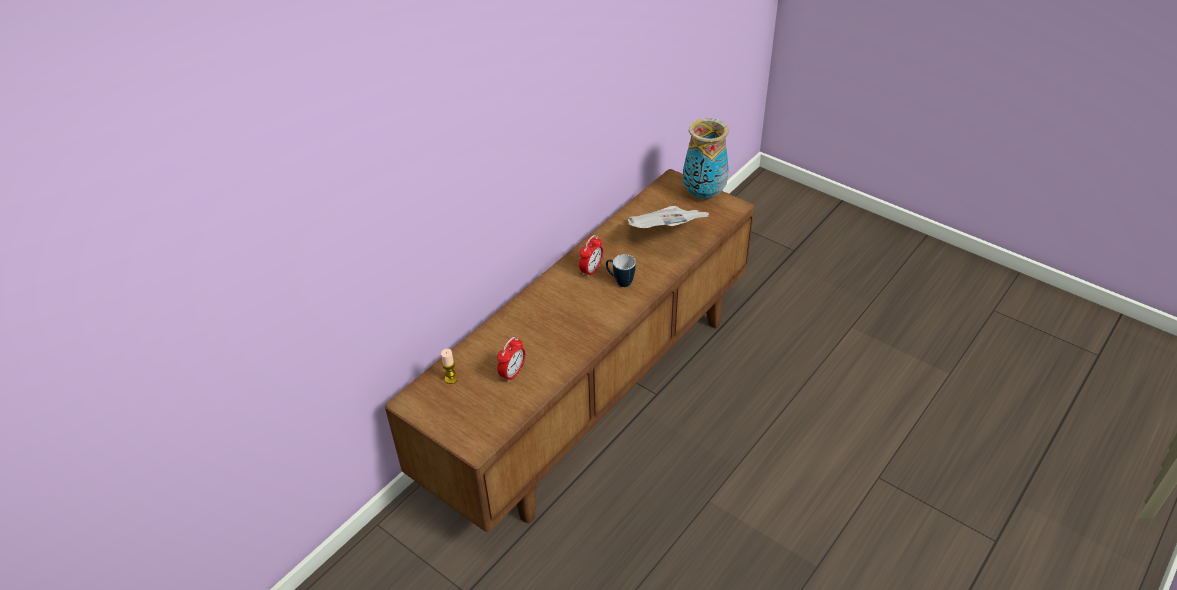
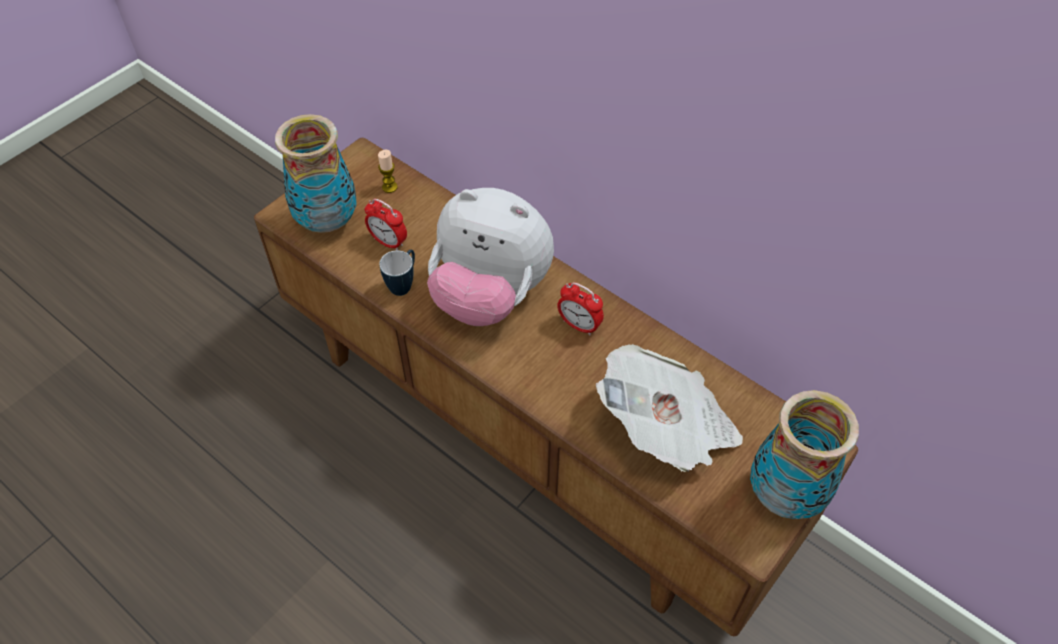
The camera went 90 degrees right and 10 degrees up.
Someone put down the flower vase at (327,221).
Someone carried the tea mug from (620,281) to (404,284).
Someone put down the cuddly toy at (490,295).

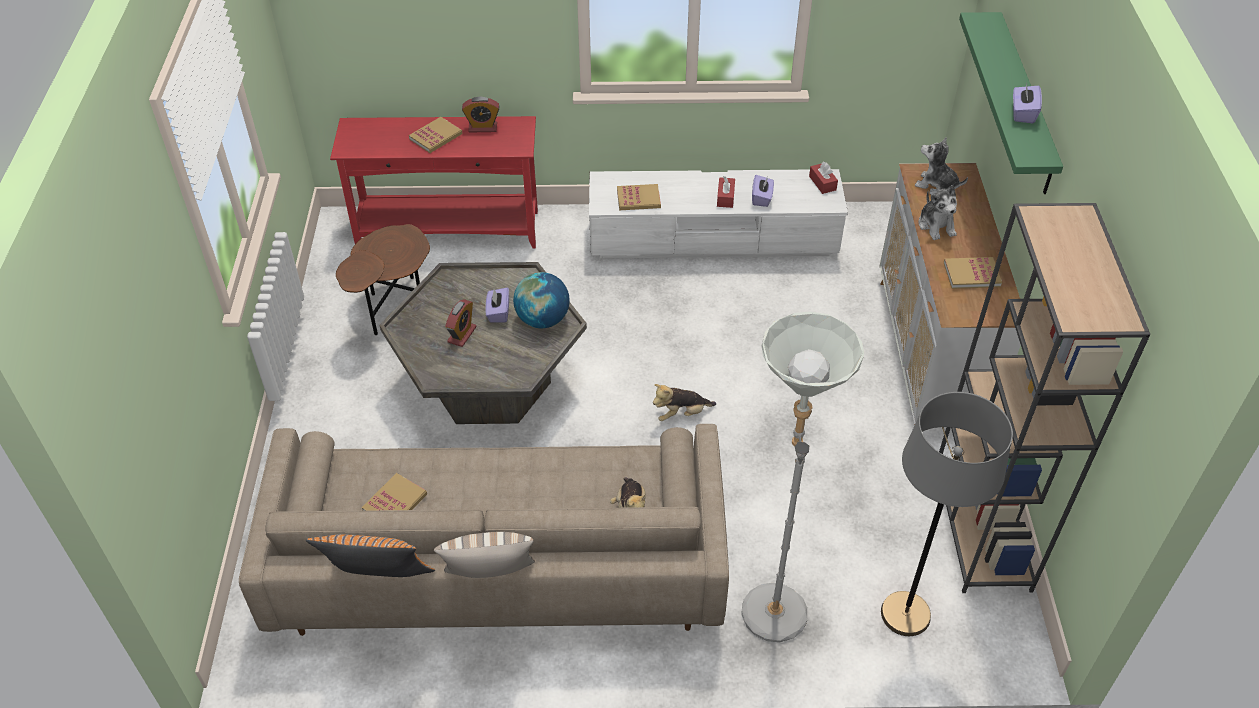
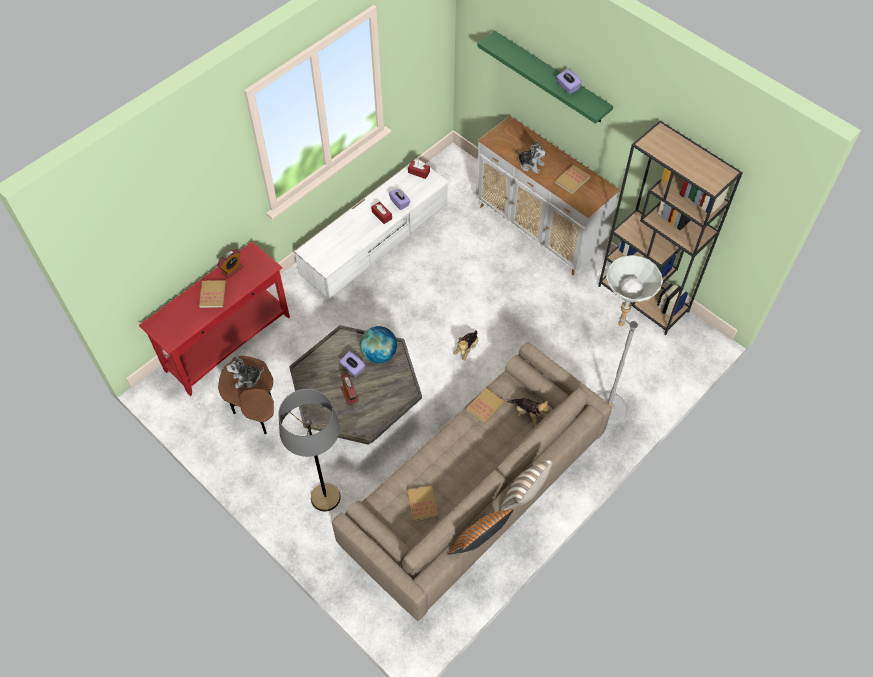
The camera went 45 degrees left and 10 degrees up.
Someone carried the cuddly toy from (936,185) to (247,379).
Someone carried the gray standard lamp from (905,614) to (325,497).
Someone carried the volume from (638,199) to (485,406).

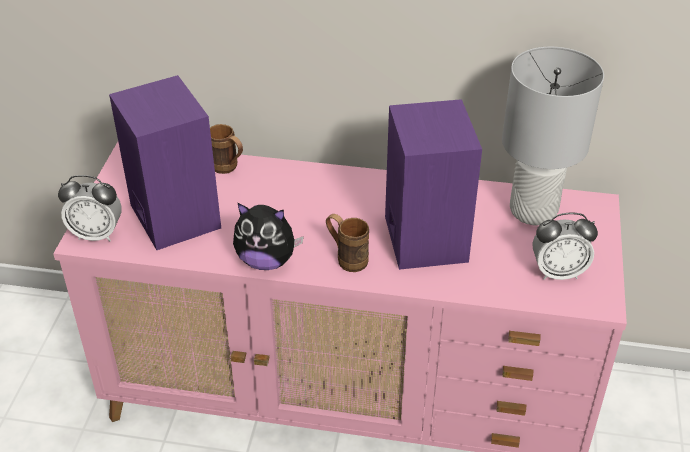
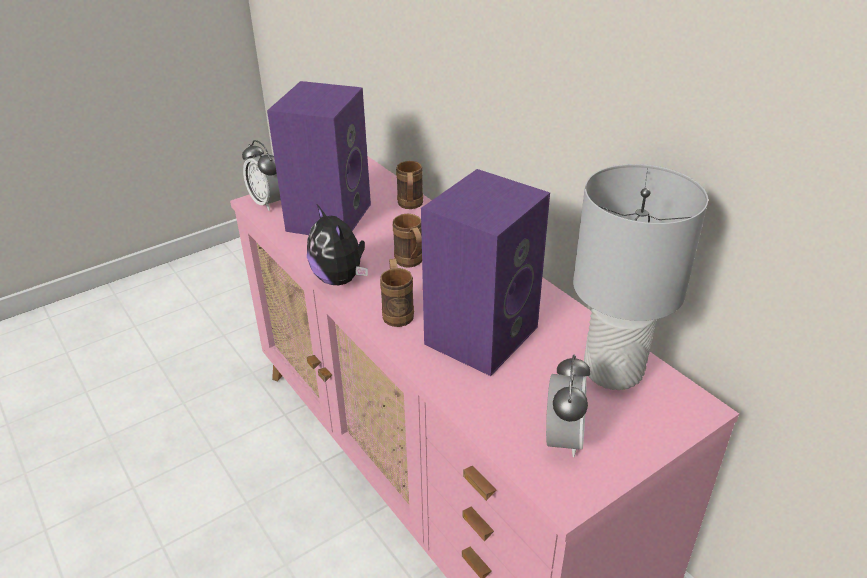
The camera went 45 degrees right and 5 degrees down.
Someone put down the brownish tea mug at (411,263).
Someone rotated the bedside clock at (558,272) by 120 degrees counterclockwise.

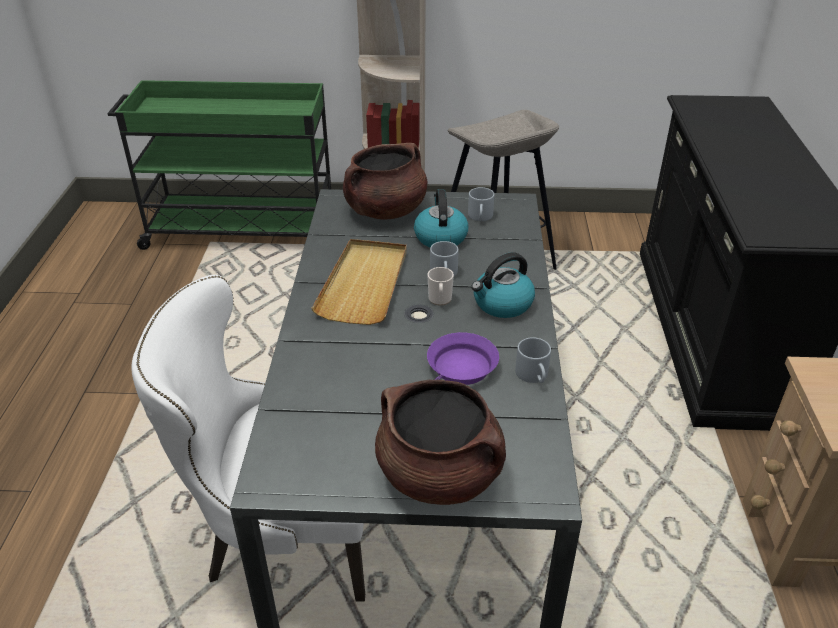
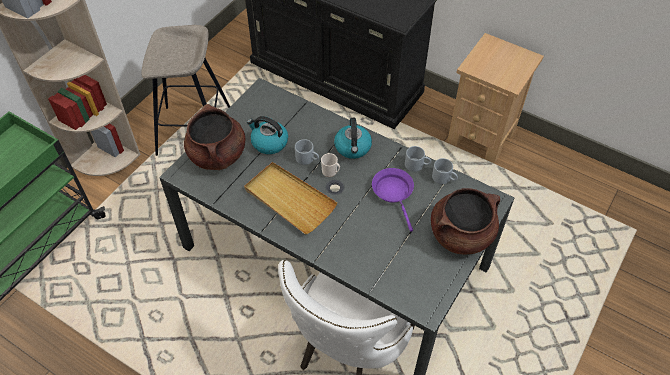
The camera went 60 degrees left and 15 degrees up.
Someone carried the gray tea mug from (480,217) to (444,178).

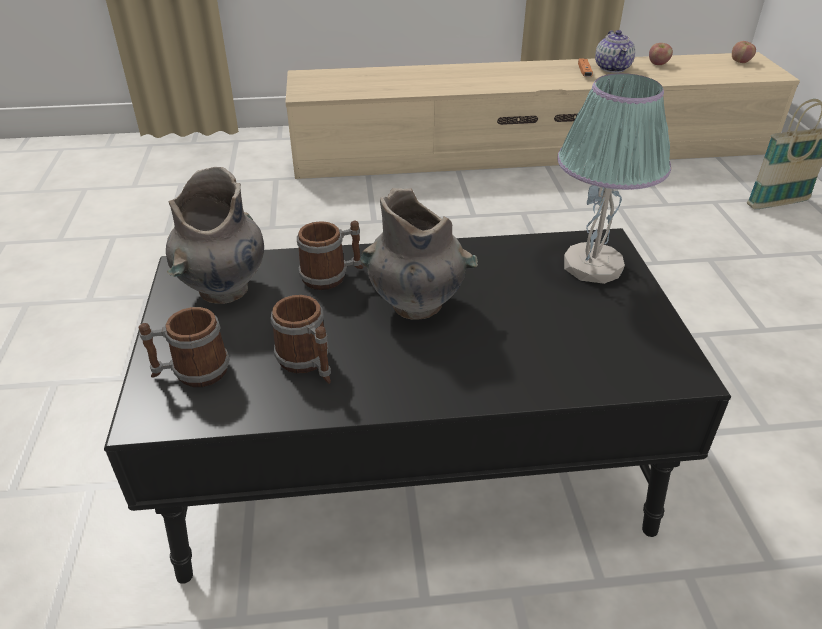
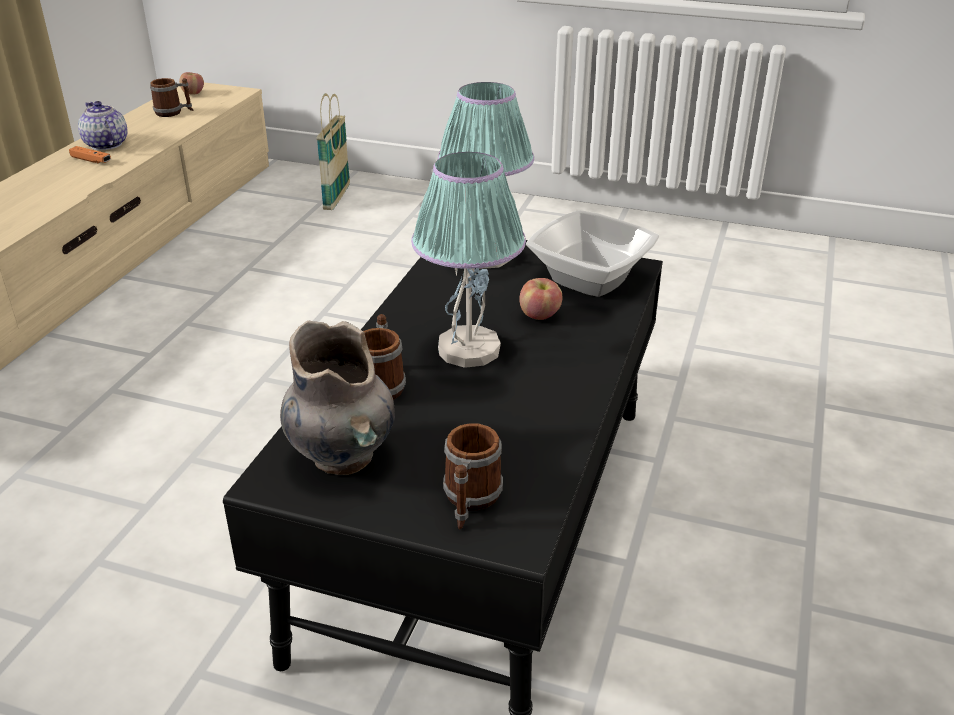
The camera went 65 degrees left and 5 degrees down.
Someone rotated the tea pot at (612,68) by 150 degrees counterclockwise.
Someone carried the tea mug from (308,363) to (174,112).
Someone swapped the gray flower vase at (418,305) for the lamp for a table at (469,349).
Someone carried the apple from (658,64) to (540,315).
Someone put down the bowl at (590,277).

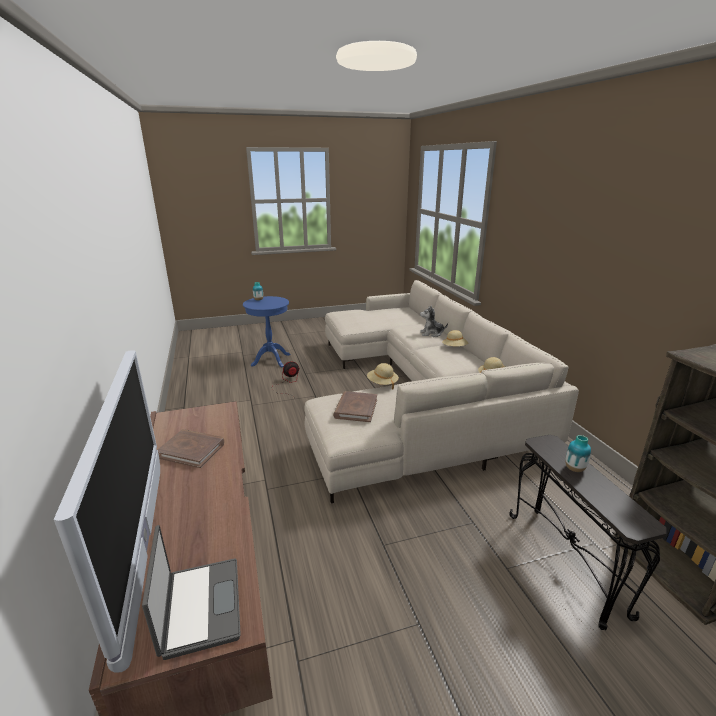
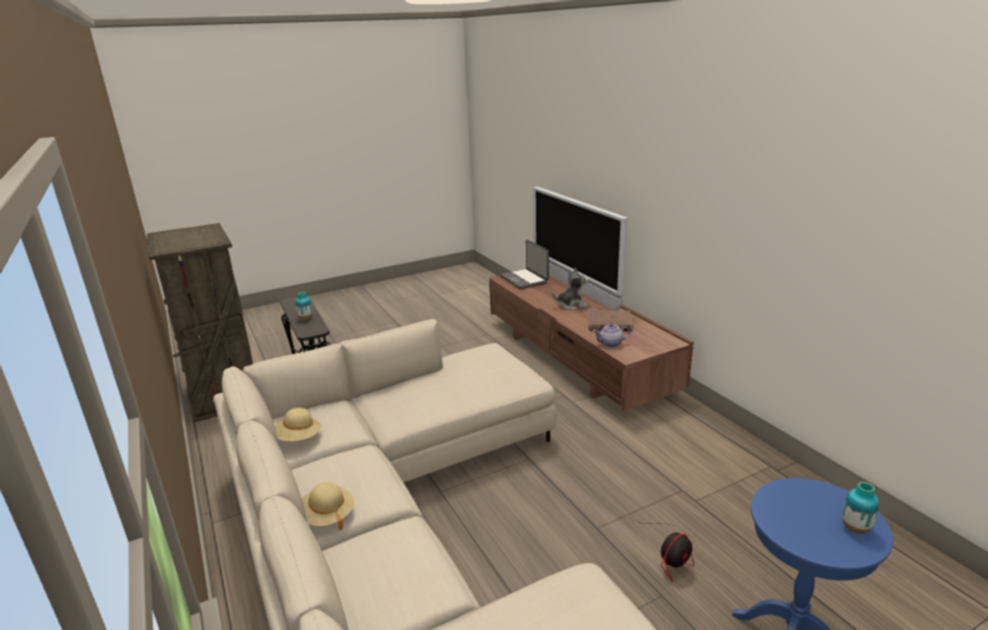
The camera went 170 degrees right and 0 degrees up.
Someone carried the cuddly toy from (431,333) to (571,305).
Someone put down the tea pot at (610,344).
Someone took away the brownish volume at (355,409).
Someone took away the beige clothing hat at (382,383).

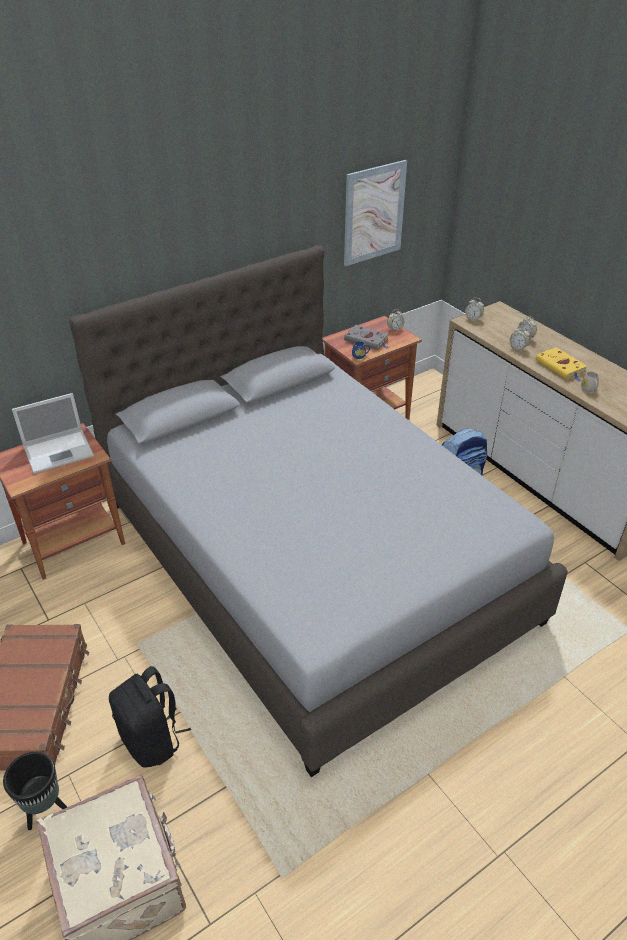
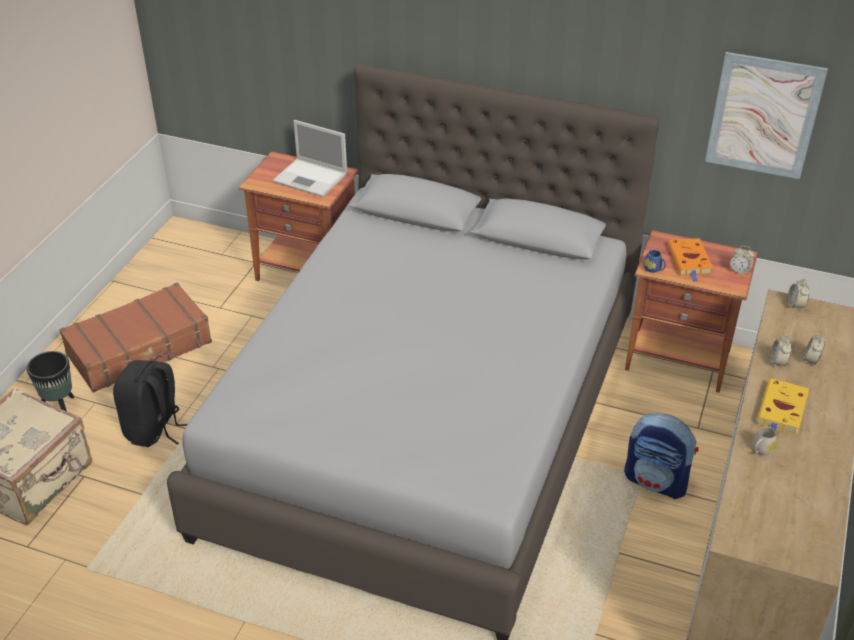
The camera went 55 degrees right and 0 degrees up.
Someone repainted the gray volume at (367,340), which became the orange volume at (690,261).

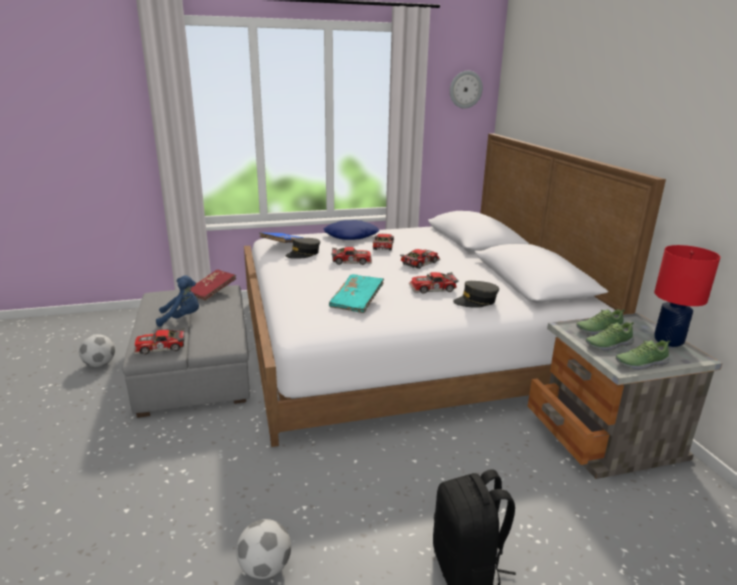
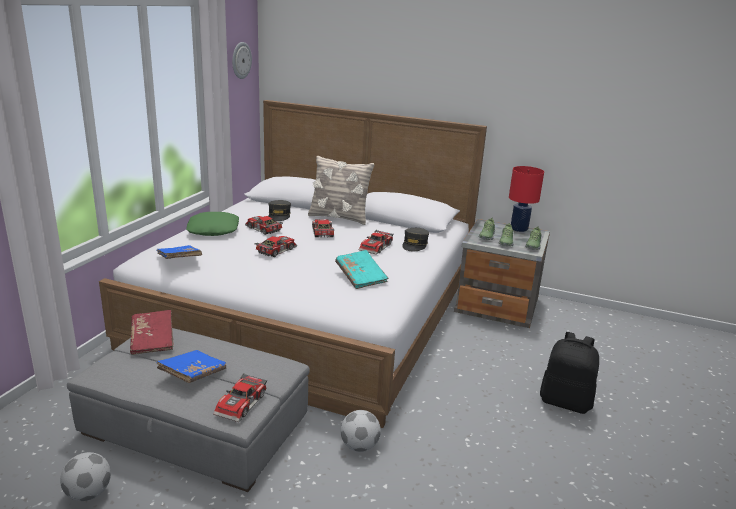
The camera went 55 degrees left and 0 degrees up.
Someone swapped the blue-coloured cuddly toy at (182,318) for the blue-coloured volume at (193,374).
Someone repainted the blue-coloured cushion at (351,236), which became the green cushion at (213,230).
Someone carried the gray peaked cap from (303,254) to (279,215).
Someone put down the beige cushion at (339,218).
Someone carried the football from (265,567) to (359,446).

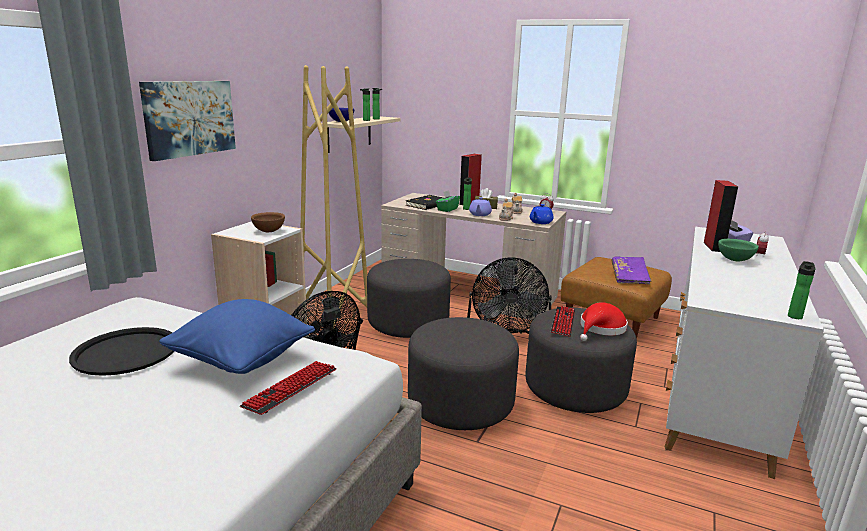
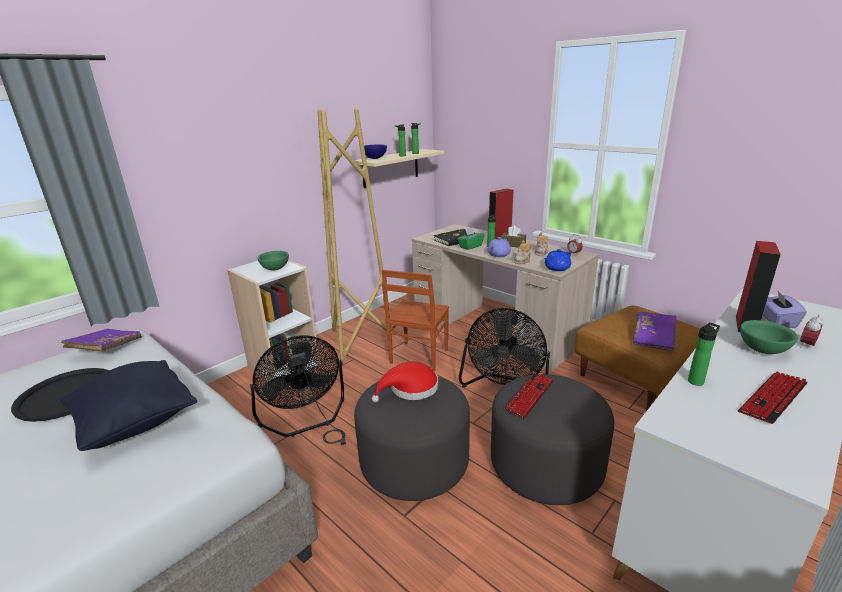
The camera went 20 degrees right and 5 degrees up.
Someone repainted the blue-coloured cushion at (242,362), which became the black-coloured cushion at (136,423).
Someone put down the purplish volume at (106,348).
Someone repainted the brownish bowl at (269,231), which became the green bowl at (275,269).
Someone carried the red clothing hat from (601,329) to (410,389).
Someone swapped the gray ottoman at (408,323) for the brownish chair at (418,357).
Someone carried the beverage bottle from (795,316) to (696,381).
Someone carried the PC keyboard from (291,388) to (773,398).
Someone took away the wall picture at (189,118).

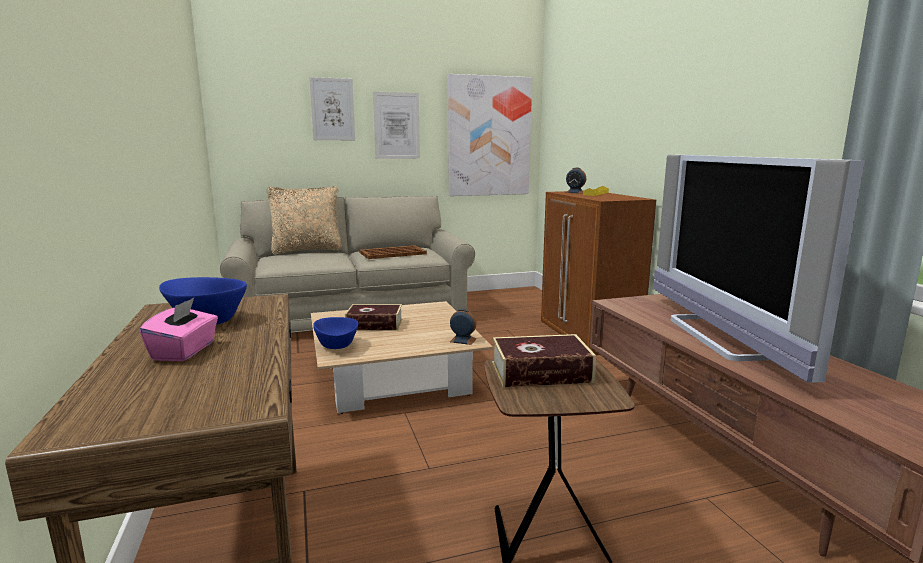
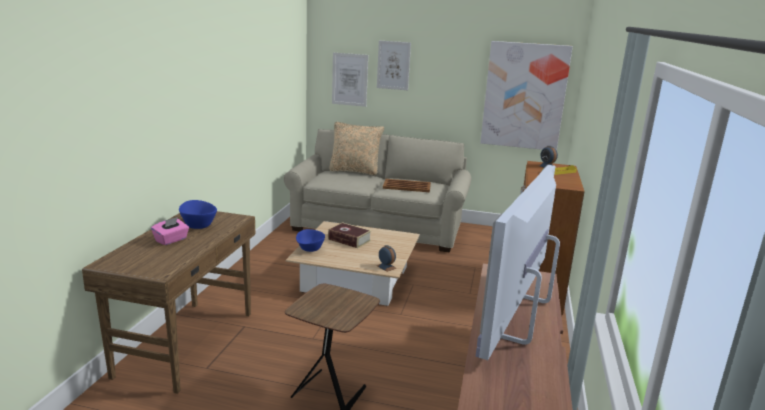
The camera went 30 degrees right and 5 degrees up.
Someone carried the wall picture from (396,126) to (349,79).
Someone took away the volume at (541,372).

